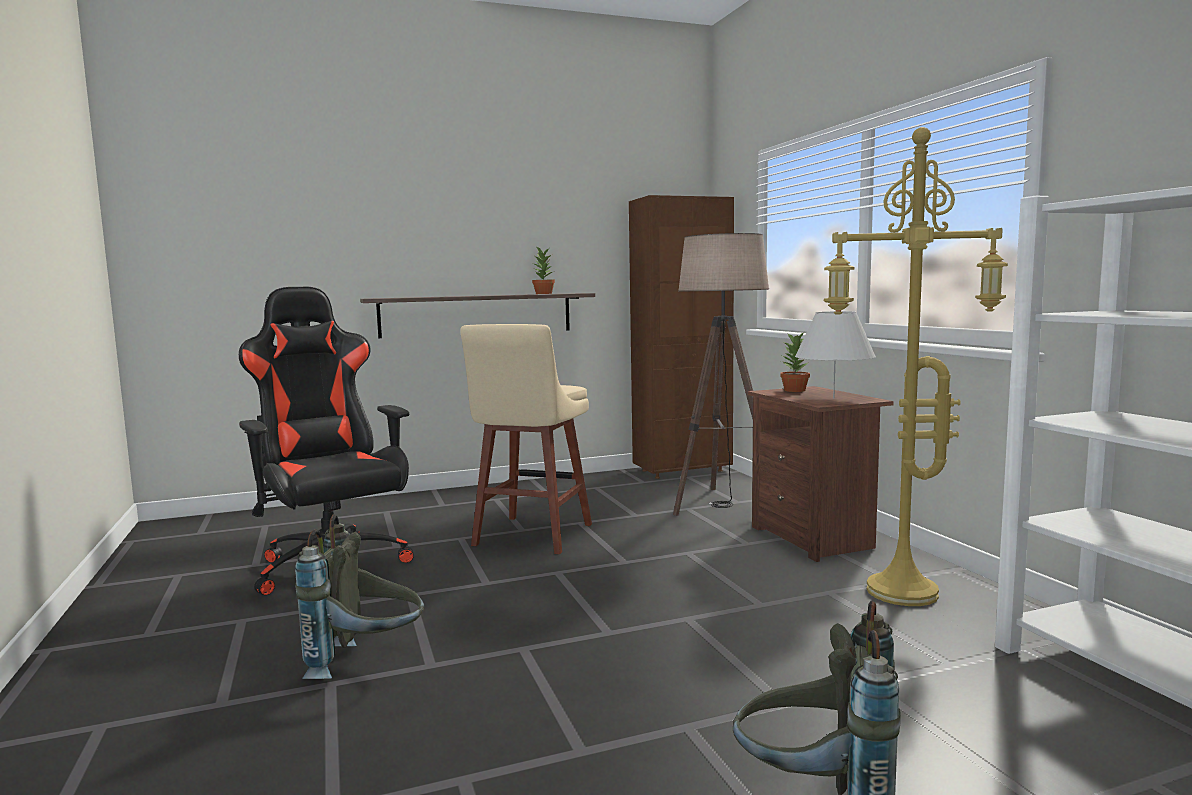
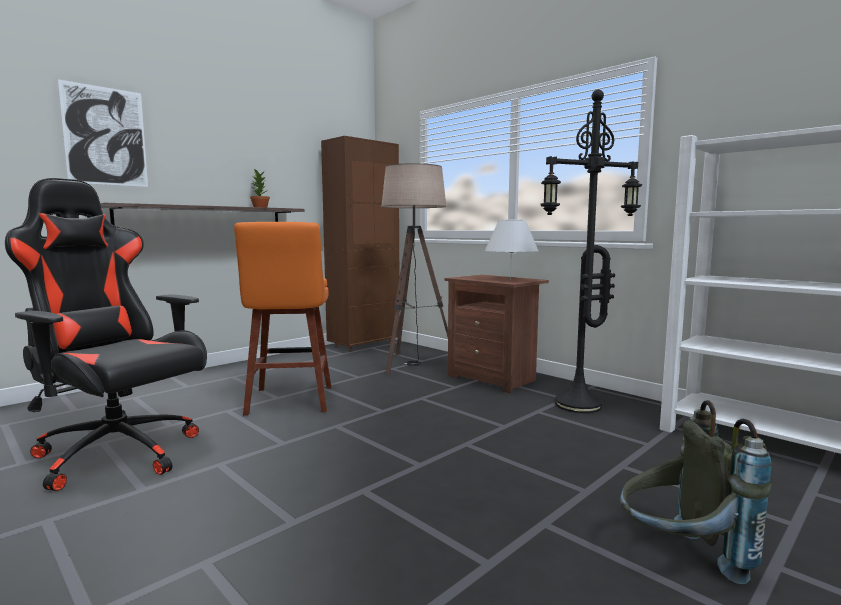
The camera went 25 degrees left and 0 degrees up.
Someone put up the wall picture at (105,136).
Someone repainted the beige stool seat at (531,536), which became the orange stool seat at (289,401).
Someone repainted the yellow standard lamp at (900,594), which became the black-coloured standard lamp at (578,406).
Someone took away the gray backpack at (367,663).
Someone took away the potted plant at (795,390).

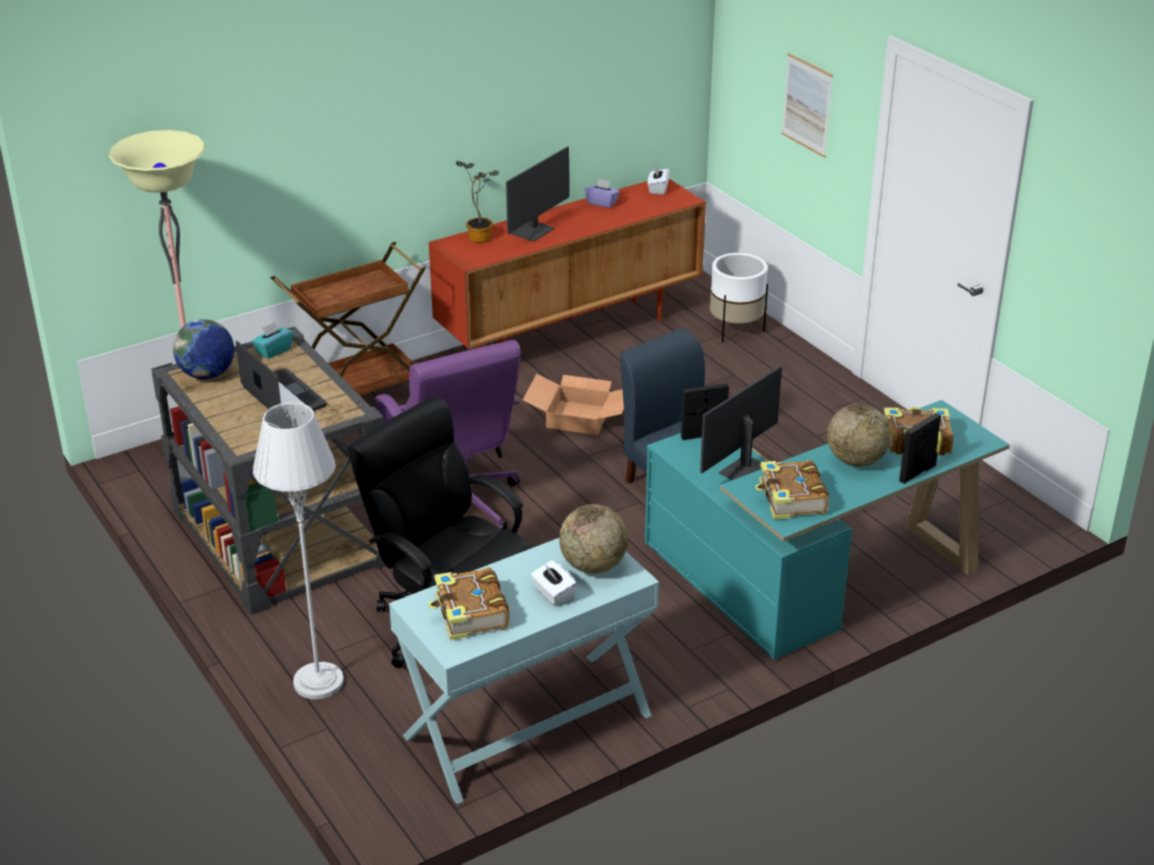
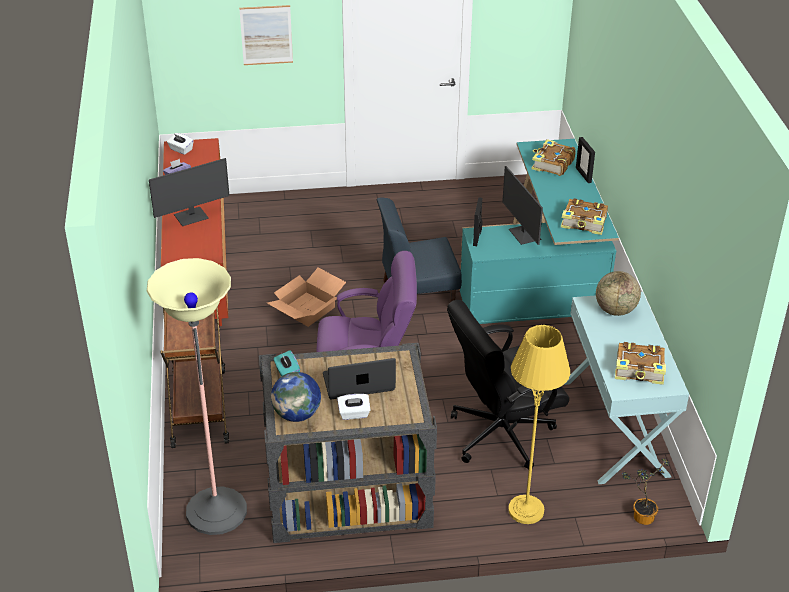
The camera went 65 degrees left and 5 degrees up.
Someone rotated the monitor at (534,231) by 90 degrees clockwise.
Someone carried the whitish tissue box from (553,594) to (354,414).
Someone repainted the gray standard lamp at (318,682), which became the yellow standard lamp at (526,510).
Someone carried the potted plant from (480,236) to (640,515).
Someone took away the whitish planter at (736,330).
Someone took away the desk globe at (856,460).

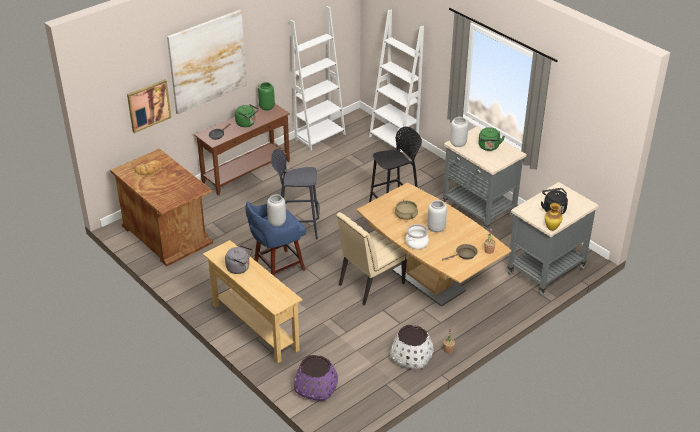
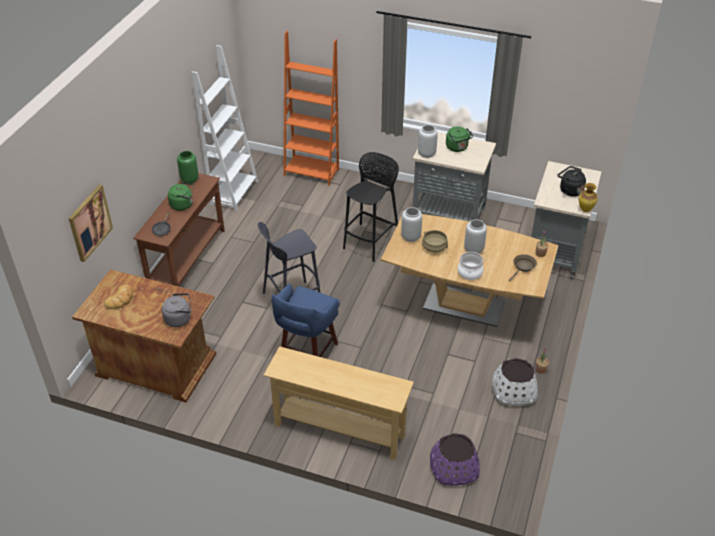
The camera went 30 degrees left and 5 degrees up.
Someone carried the gray kettle from (239,268) to (179,319).
Someone repainted the whitish bookshelf at (393,141), which became the orange bookshelf at (311,172).
Someone carried the gray flower vase from (276,222) to (410,237).
Someone took away the wall picture at (207,61).
Someone took away the beige chair at (371,283).

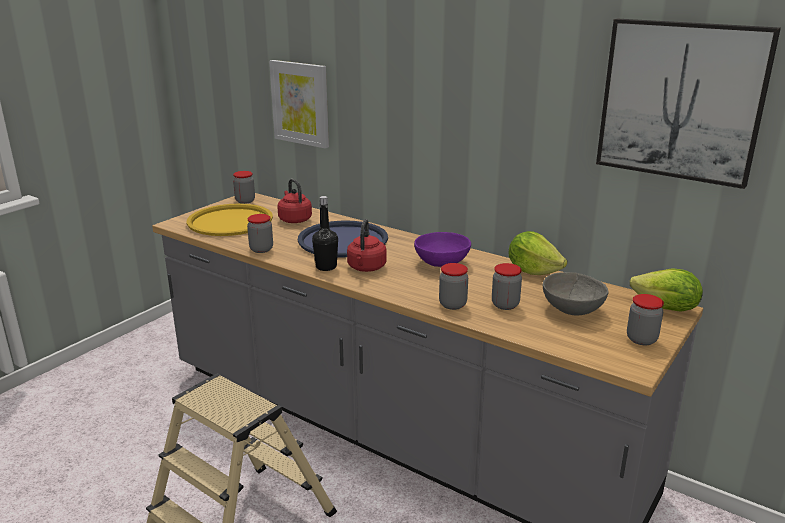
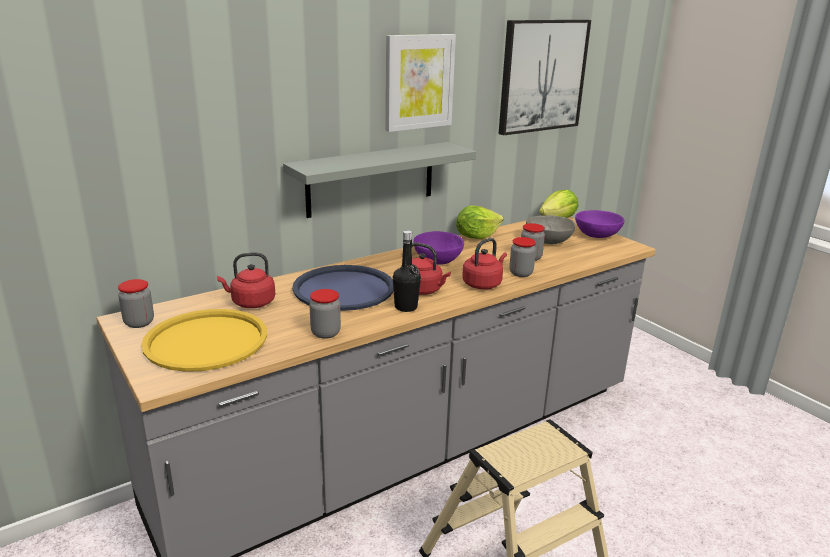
The camera went 70 degrees left and 0 degrees up.
Someone put up the gray shelf at (371,179).
Someone carried the wall picture from (301,103) to (418,82).
Someone put down the red kettle at (483,284).
Someone swapped the preserve jar at (641,339) for the purplish bowl at (597,236).

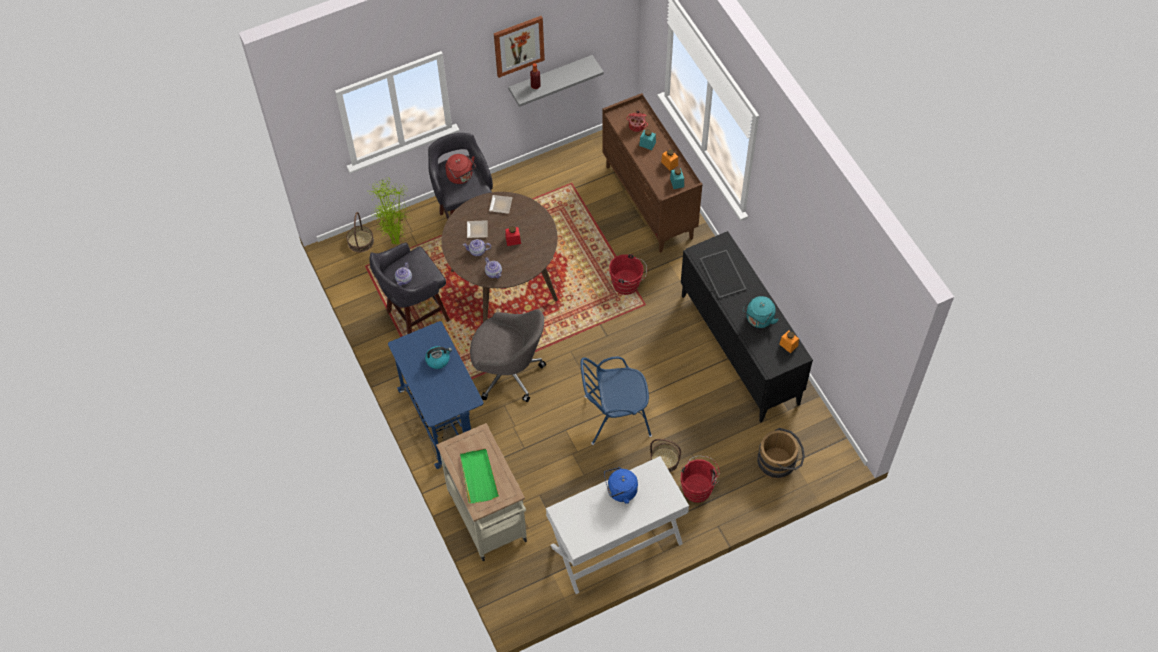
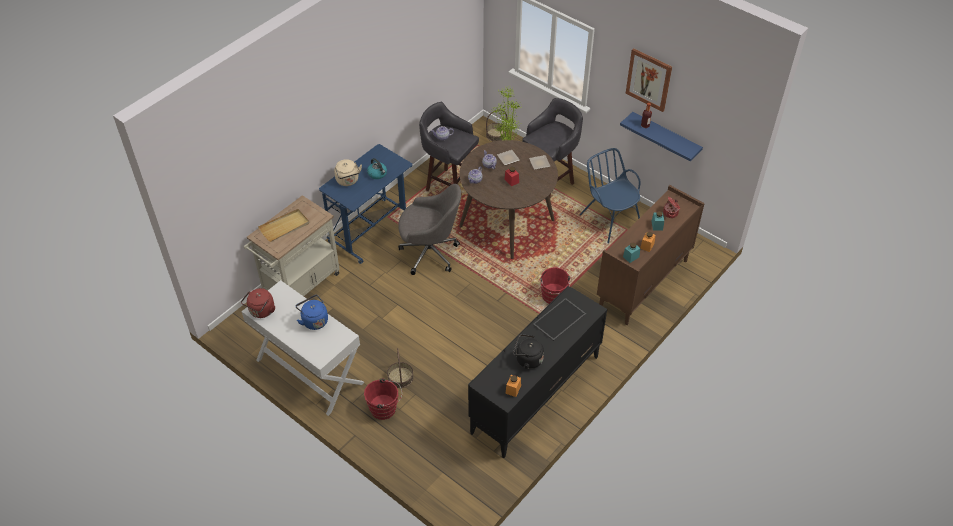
The camera went 65 degrees right and 10 degrees down.
Someone carried the red kettle from (461,176) to (261,311).
Someone repainted the green serving tray at (478,476), which became the beige serving tray at (284,227).
Someone put down the beige kettle at (348,181).
Someone rotated the gray desk chair at (509,373) by 75 degrees counterclockwise.
Someone repainted the turquoise kettle at (759,320), which became the black-coloured kettle at (527,359).
Someone carried the blue-coloured chair from (614,416) to (609,219).
Someone repainted the gray shelf at (551,78), which became the blue-coloured shelf at (665,137).
Someone took away the brownish water bucket at (779,463).

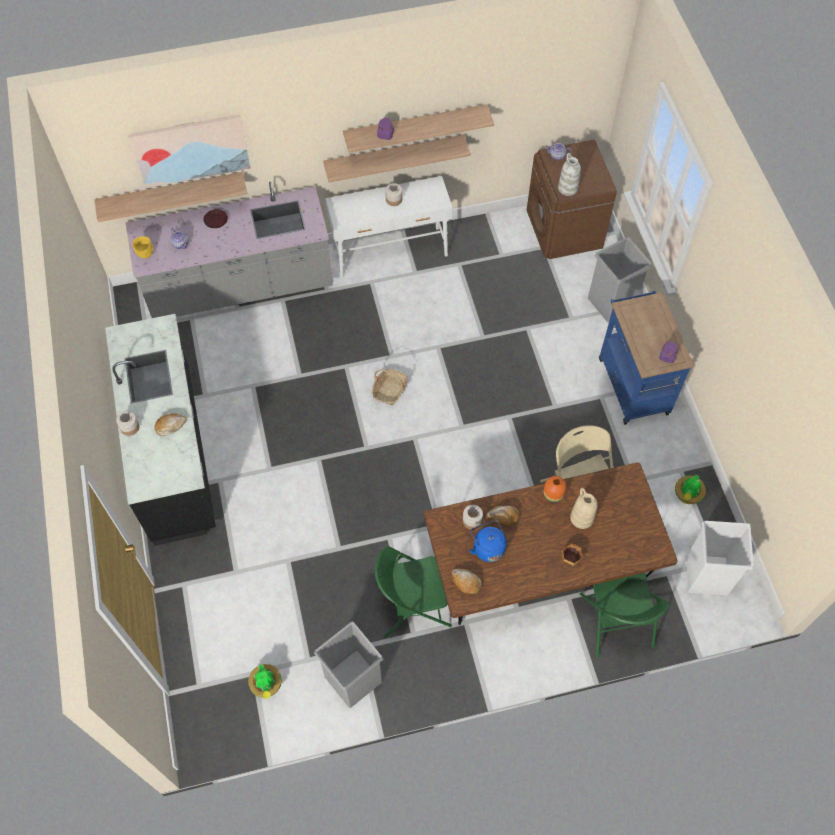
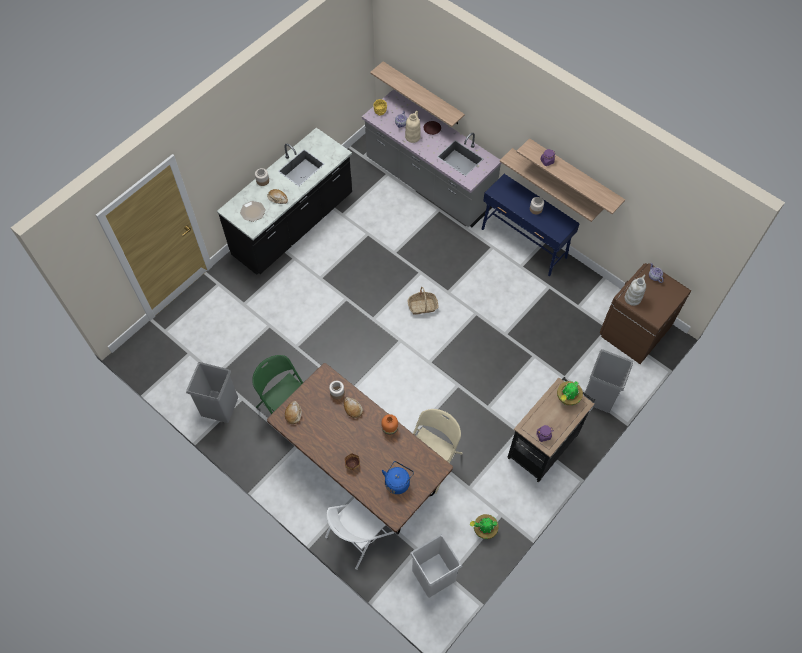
The camera went 55 degrees right and 0 degrees up.
Someone put down the plate at (252,211).
Someone repainted the green chair at (616,620), which became the whitish chair at (359,534).
Someone carried the blue-coloured kettle from (487,547) to (398,482).
Someone carried the beige flower vase from (581,518) to (412,136).
Someone repainted the whitish console table at (390,253), which became the blue-coloured console table at (523,243).
Someone repainted the blue-coloured trolley at (632,384), which became the black-coloured trolley at (544,445).
Someone carried the potted plant from (267,685) to (567,398).
Someone took away the wall picture at (191,149).

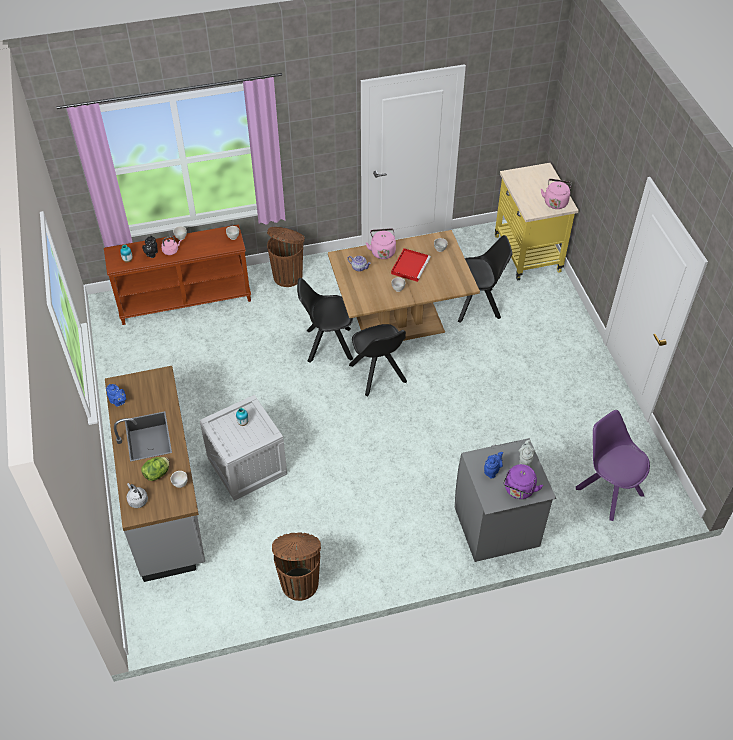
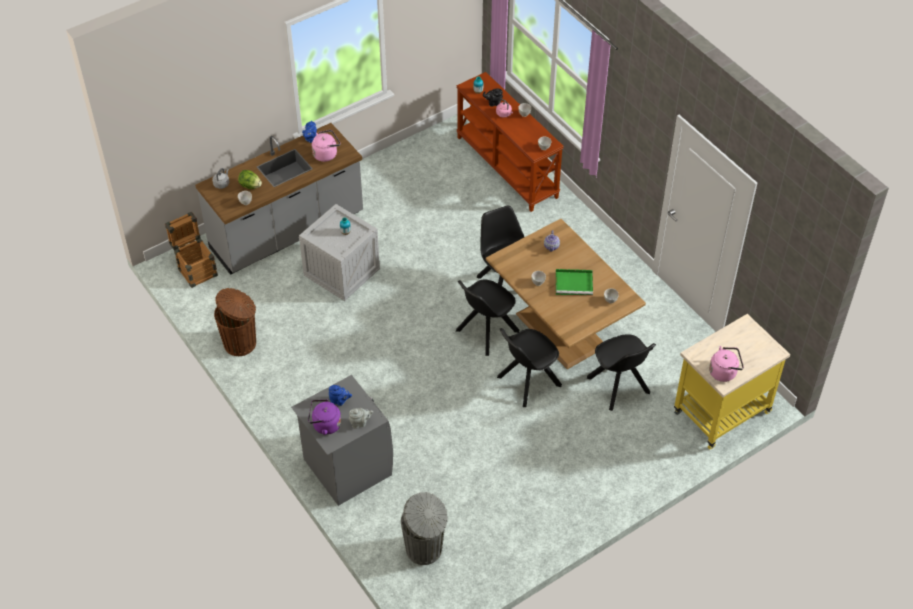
The camera went 70 degrees right and 0 degrees up.
Someone put down the shipping crate at (195,269).
Someone carried the pinkish kettle from (382,251) to (326,154).
Someone swapped the purplish chair at (608,490) for the gray rubbish bin at (425,549).
Someone put down the black-coloured chair at (527,382).
Someone repainted the red serving tray at (410,265), which became the green serving tray at (575,283).
Someone took away the brownish rubbish bin at (288,276).

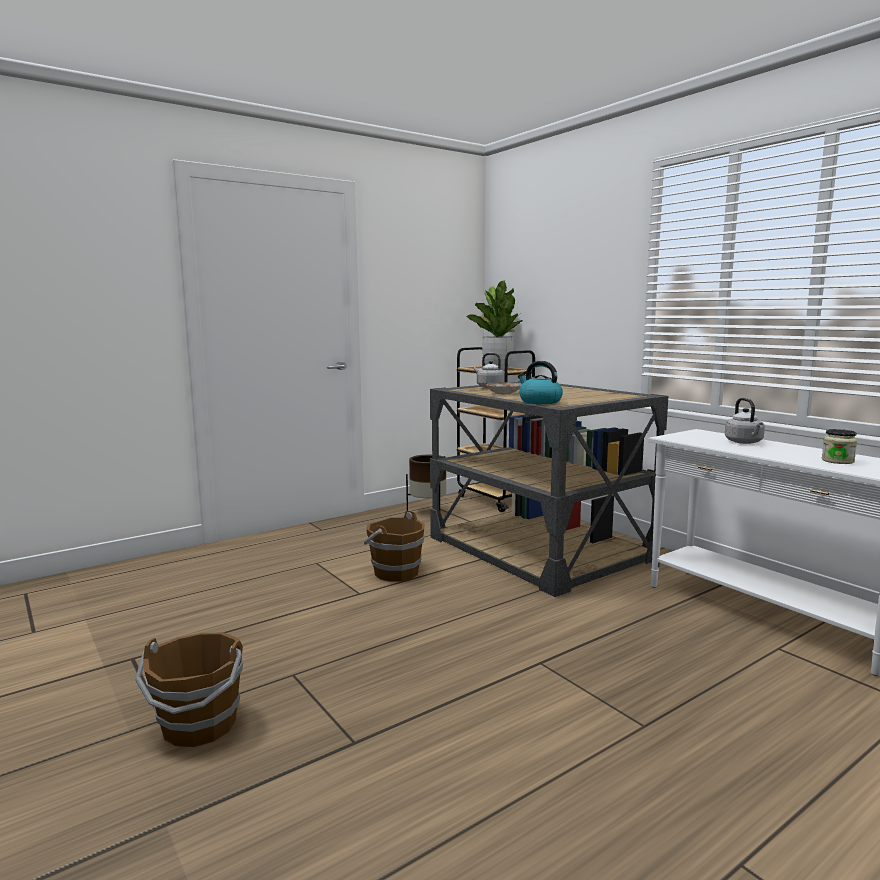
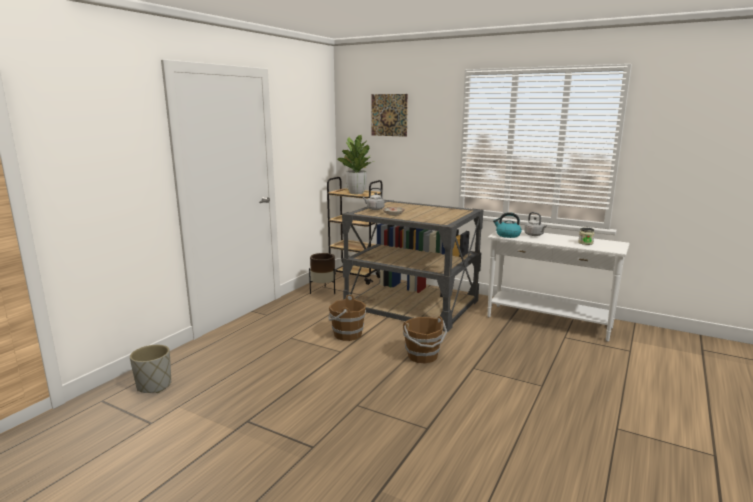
The camera went 25 degrees left and 5 degrees up.
Someone put down the gray planter at (154,386).
Someone put up the wall picture at (389,115).
Someone carried the brownish water bucket from (199,726) to (423,356).
Someone carried the kettle from (539,401) to (507,235).

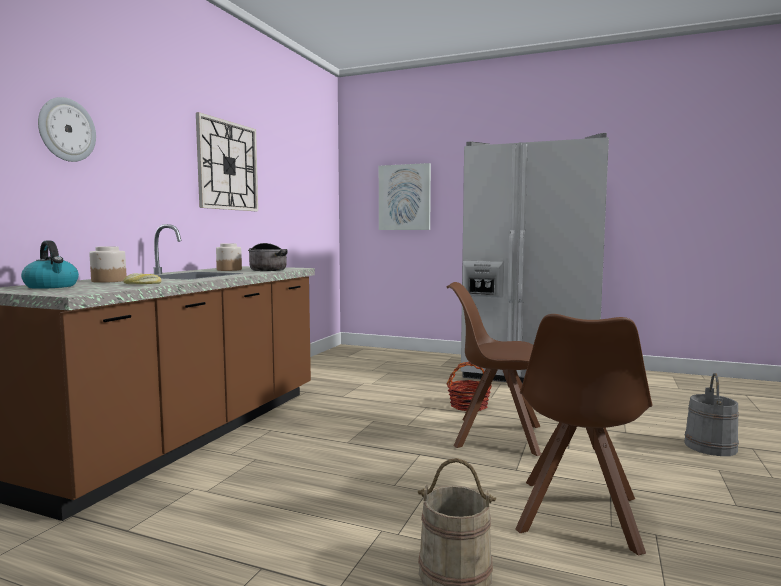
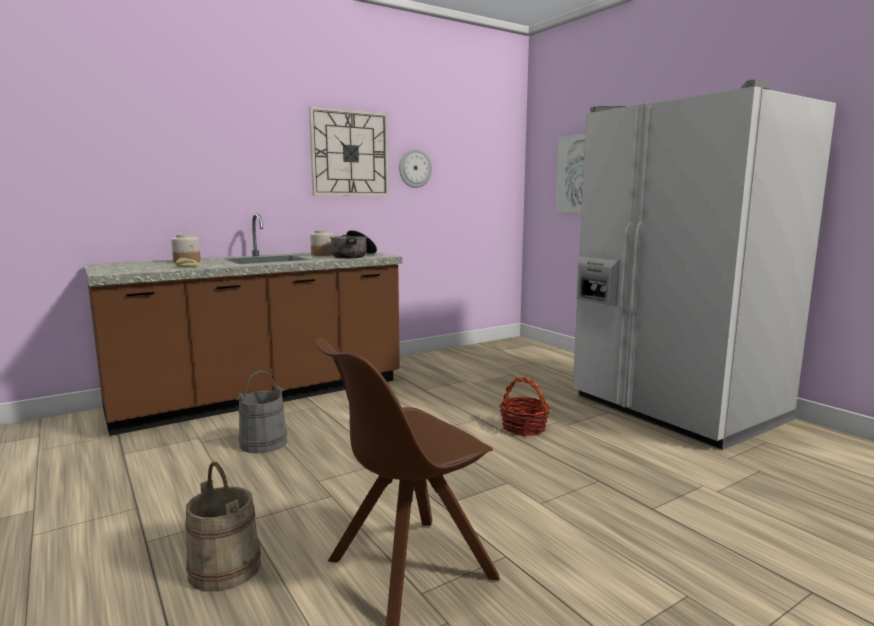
The camera went 35 degrees right and 5 degrees up.
Someone carried the gray water bucket from (710,446) to (263,443).
Someone carried the hanging clock from (66,130) to (415,168).
Someone took away the kettle at (52,286).
Someone took away the brownish chair at (496,436).

